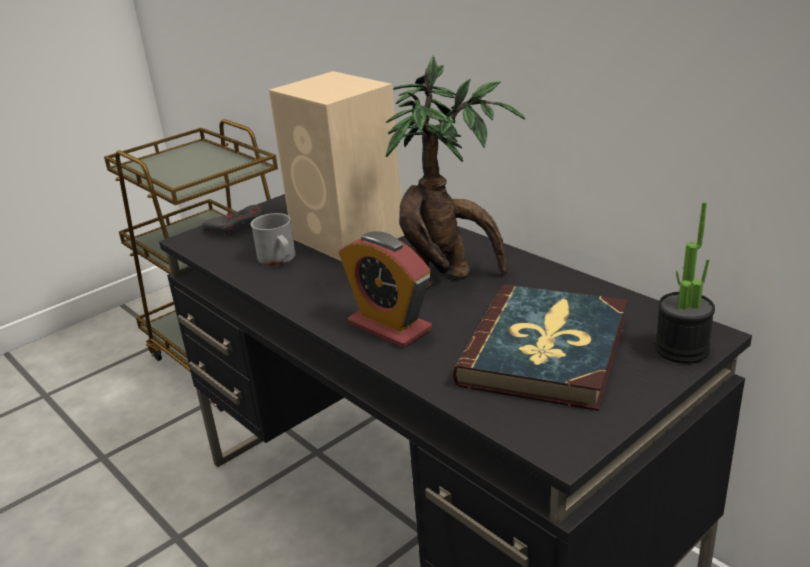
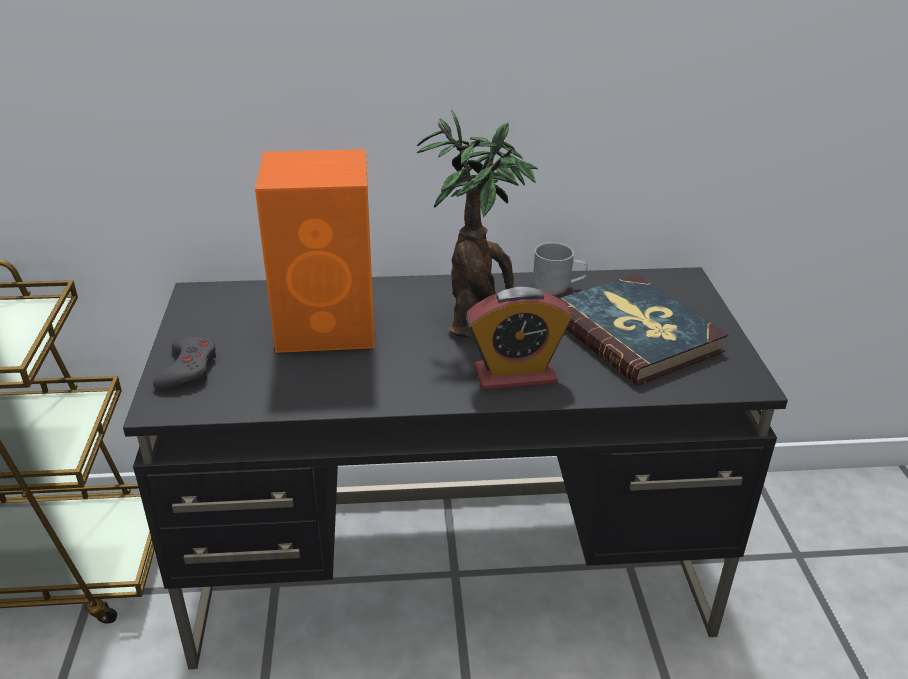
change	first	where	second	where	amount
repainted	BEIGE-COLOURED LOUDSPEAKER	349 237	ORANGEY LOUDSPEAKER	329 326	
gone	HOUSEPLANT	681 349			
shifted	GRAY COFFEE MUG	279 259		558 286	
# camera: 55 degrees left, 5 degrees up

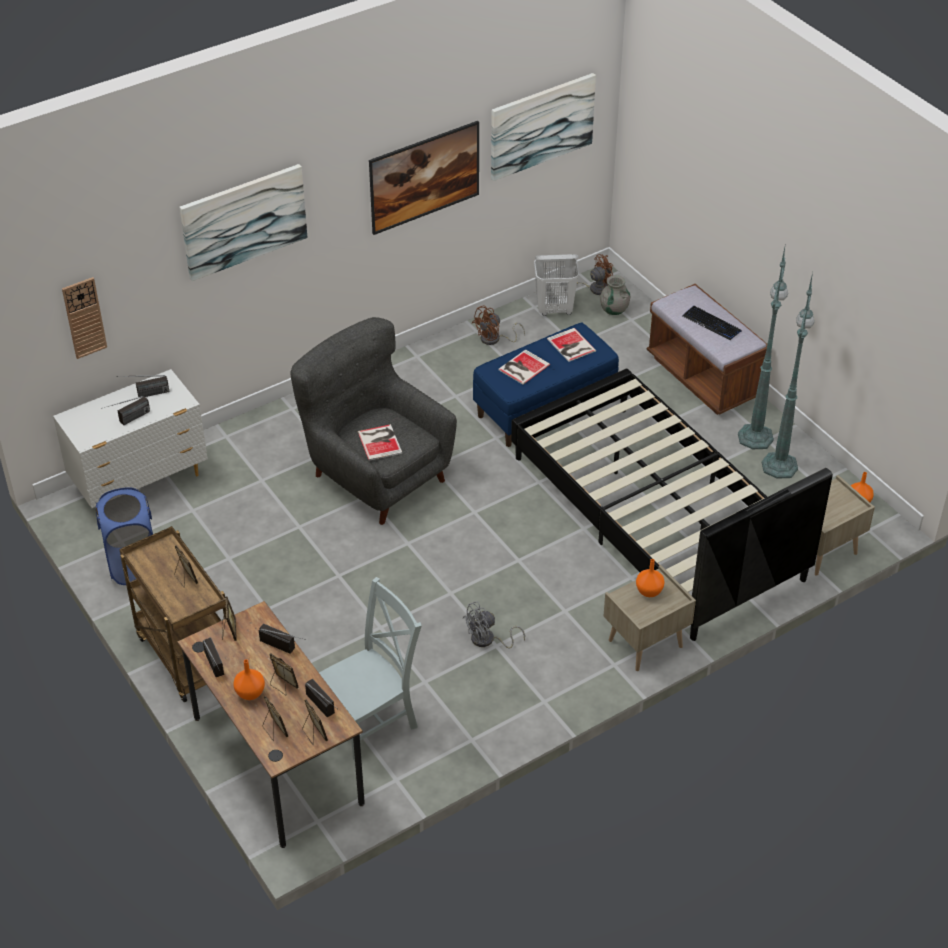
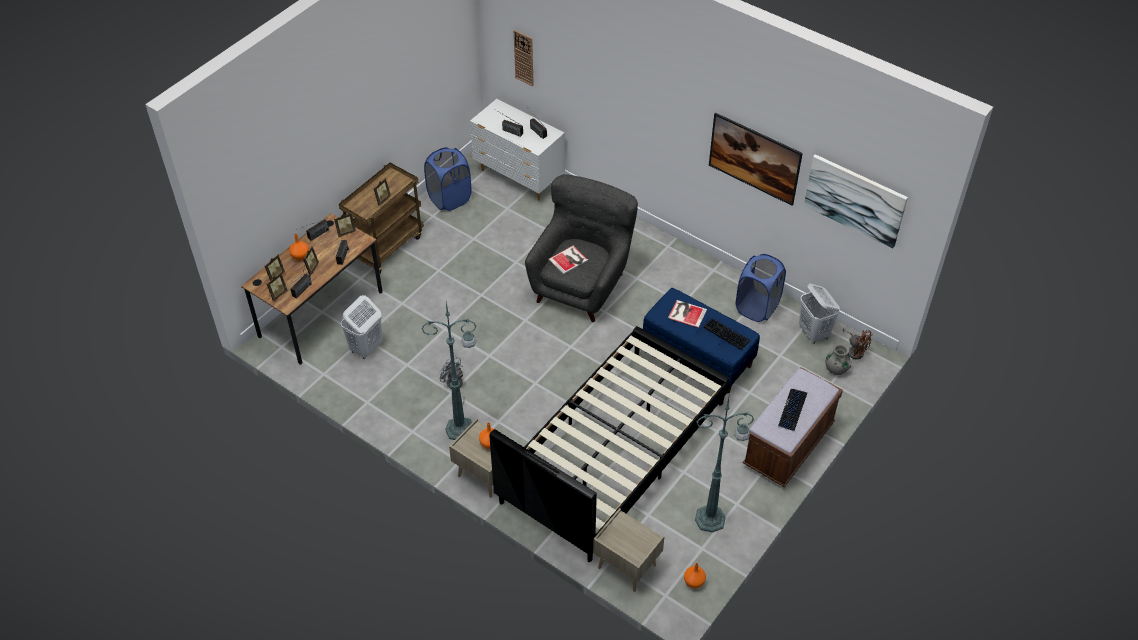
change	first	where	second	where	amount
gone	WALL PICTURE	244 221			
shifted	GREEN STANDING LAMP	756 436		461 429	
swapped	BROWN-COLOURED ELECTRIC FAN	494 339	BLUE WASHING BASKET	757 307	
swapped	BOUND BOOK	571 346	KEYBOARD	726 334	
swapped	GRAY PLAIN CHAIR	372 720	WHITE WASHING BASKET	366 348	
# camera: 70 degrees right, 5 degrees up

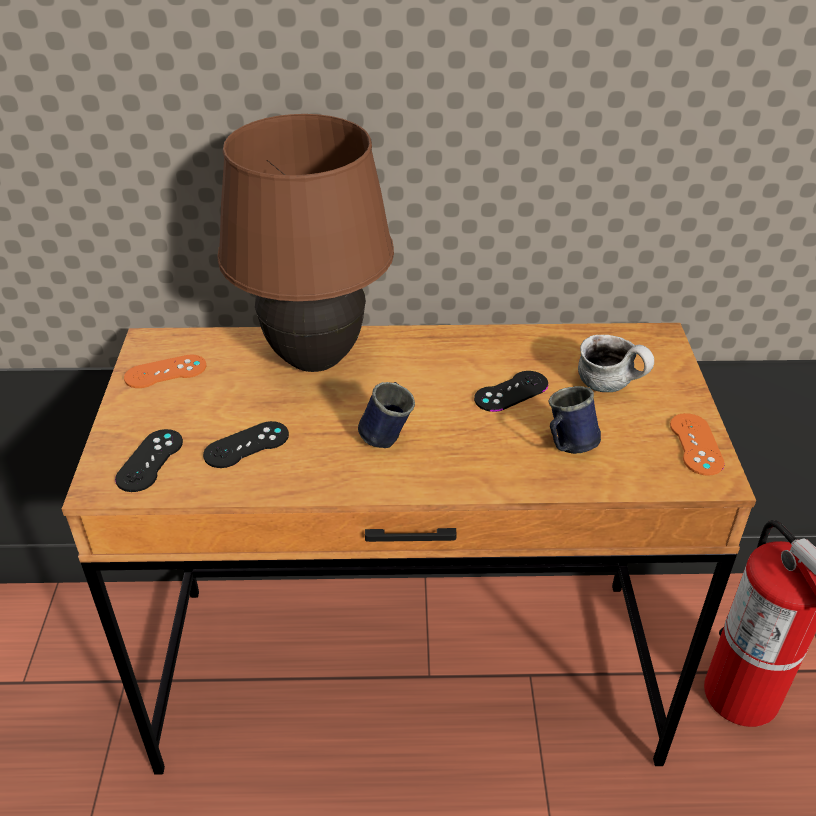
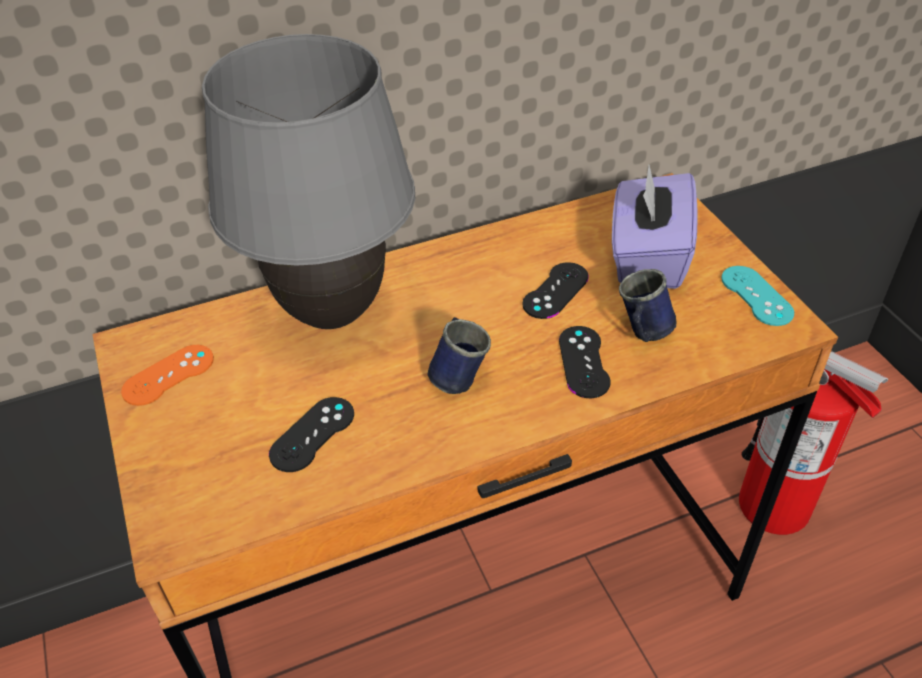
change	first	where	second	where	amount
repainted	BROWN-COLOURED LAMP FOR A TABLE	314 360	GRAY LAMP FOR A TABLE	331 314	
swapped	COFFEE MUG	612 386	PURPLE TISSUE HOLDER	647 257	
repainted	ORANGEY GAME CONTROLLER	696 444	TURQUOISE-COLOURED GAME CONTROLLER	756 296	
shifted	BLACK-COLOURED GAME CONTROLLER	150 460		584 362	
# camera: 20 degrees left, 5 degrees up

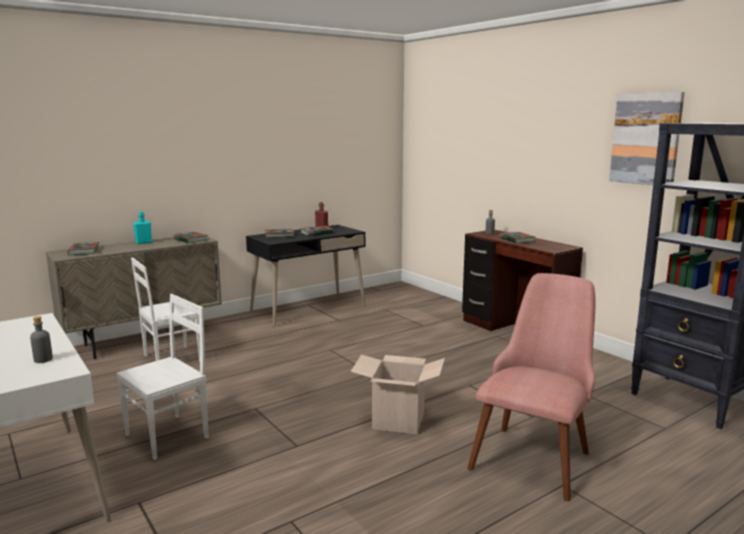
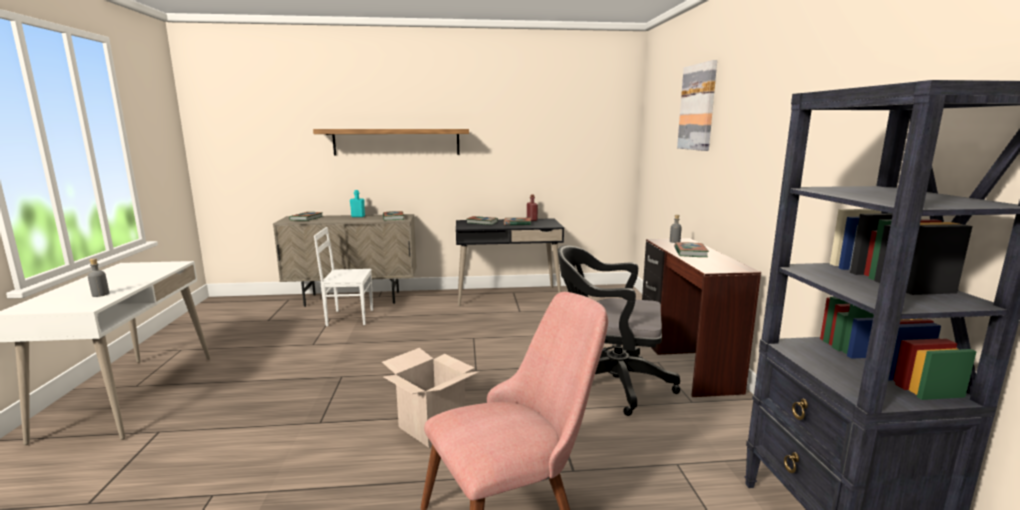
change	first	where	second	where	amount
shifted	WALL PICTURE	646 139		698 107	
gone	WHITE PLAIN CHAIR	169 436			
new			BRACKET SHELF	396 142	
new			BLACK-COLOURED DESK CHAIR	609 383	
# camera: 30 degrees right, 0 degrees up

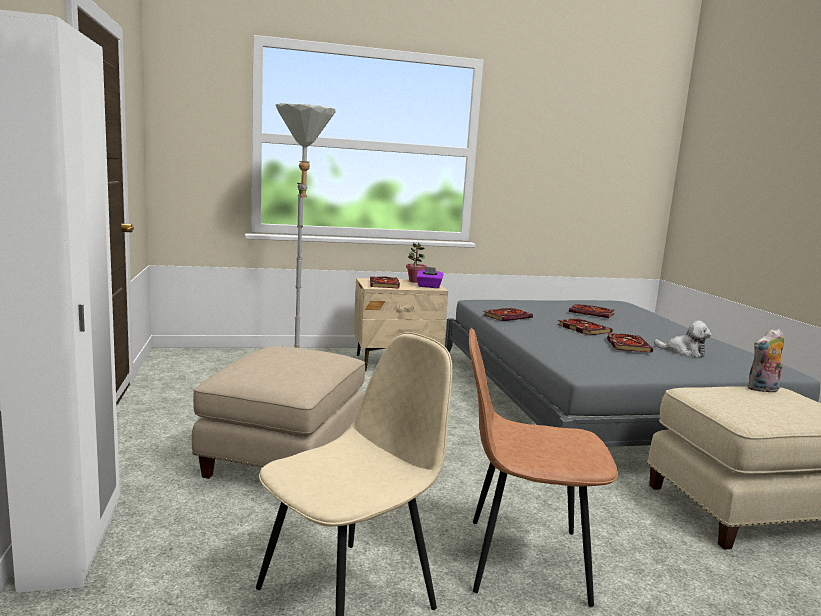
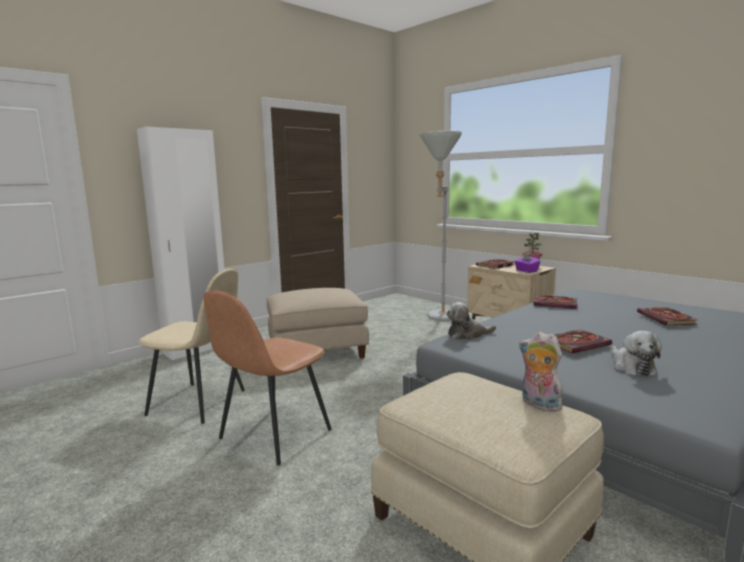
change	first	where	second	where	amount
gone	BOUND BOOK	582 329			
rotated	BROWN-COLOURED PLAIN CHAIR	522 559		273 435	120 degrees counterclockwise
new			PLUSH TOY	467 334	
# camera: 60 degrees right, 0 degrees up

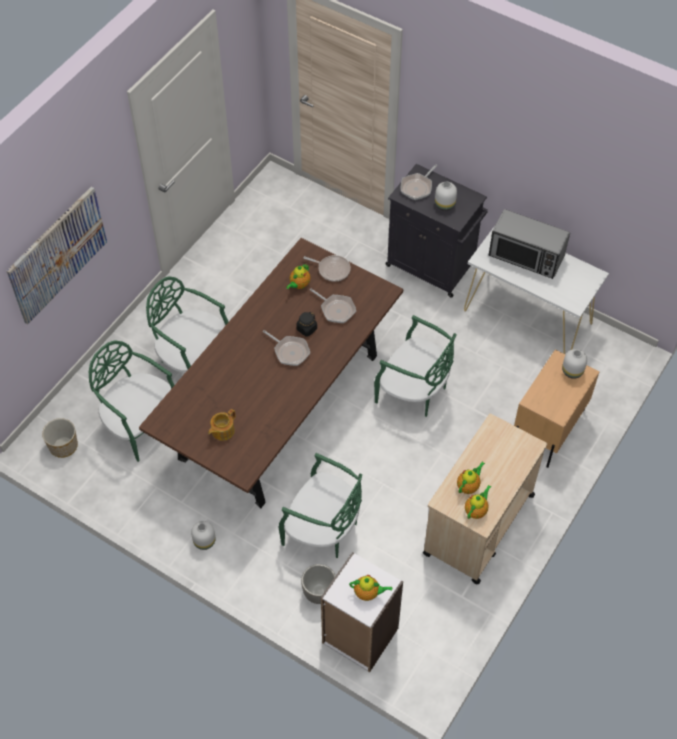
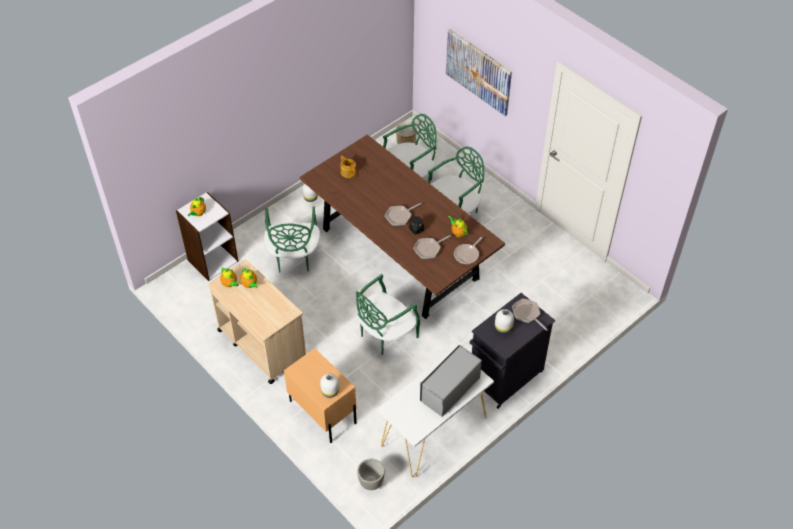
change	first	where	second	where	amount
rotated	GREEN PLAIN CHAIR	323 530		294 257	45 degrees counterclockwise
shifted	FLOWER POT	319 592		371 482	
# camera: 105 degrees right, 5 degrees down

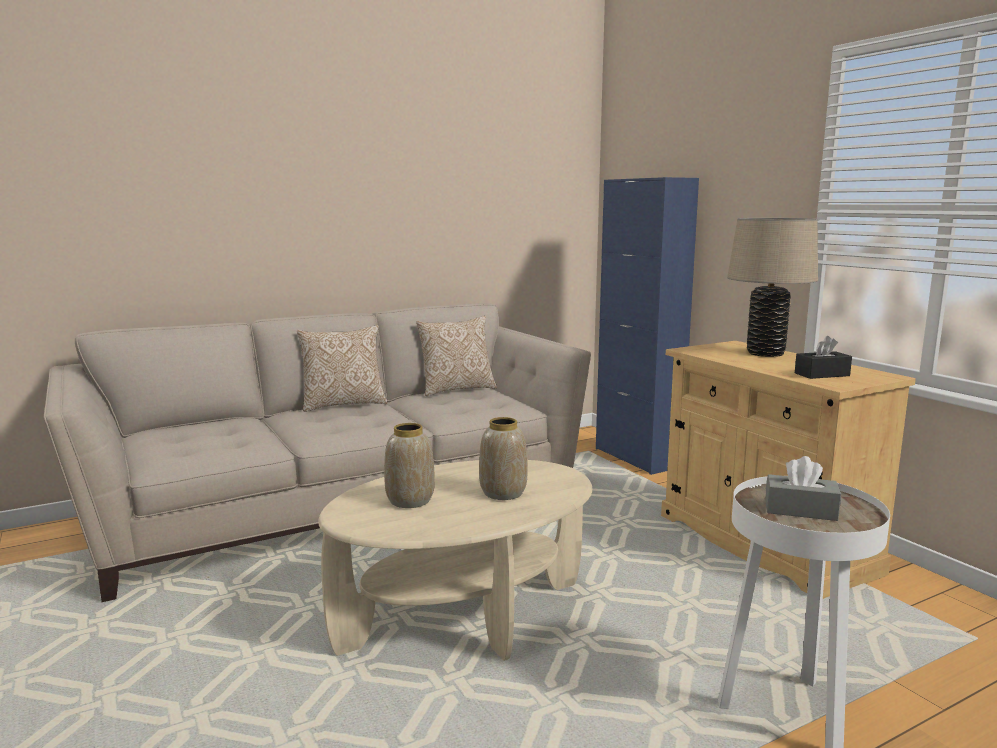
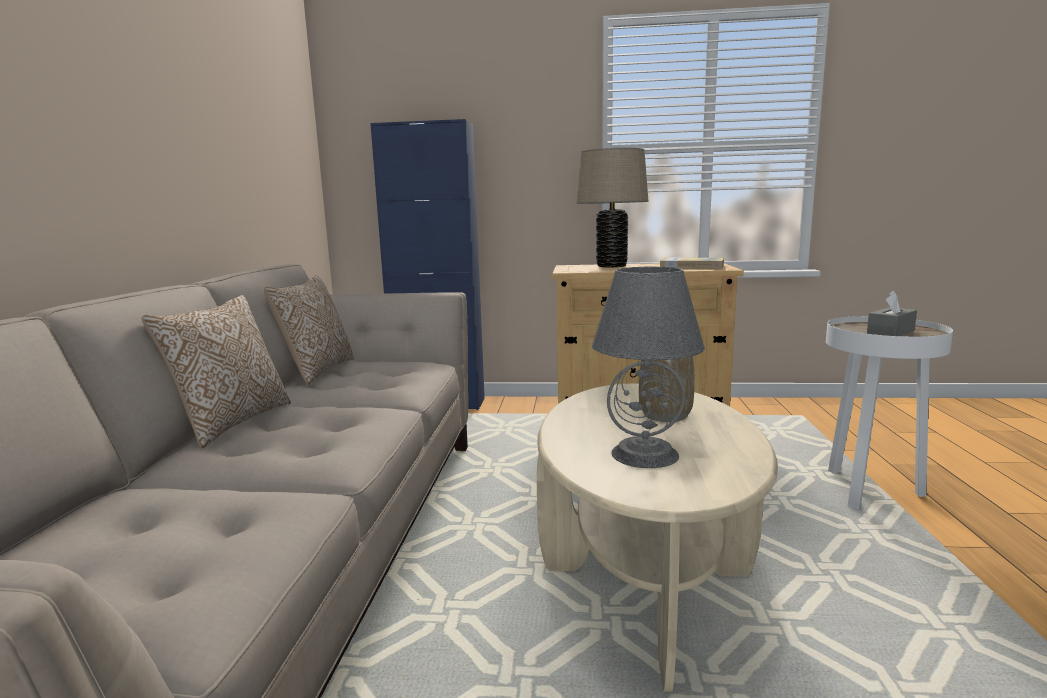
change	first	where	second	where	amount
swapped	BLACK-COLOURED TISSUE HOLDER	822 374	BOUND BOOK	692 267	
swapped	FLOWER VASE	409 500	GRAY LAMP FOR A TABLE	644 454	
# camera: 55 degrees left, 0 degrees up

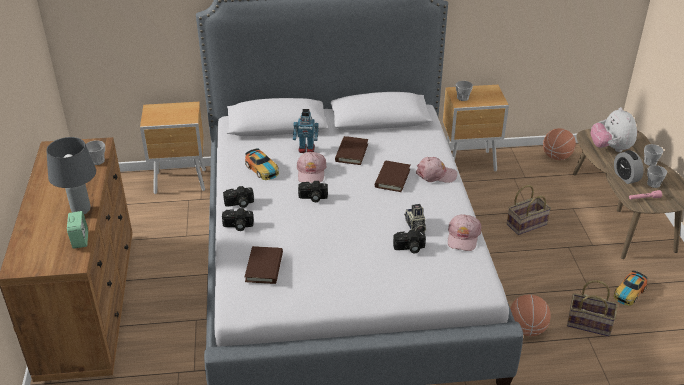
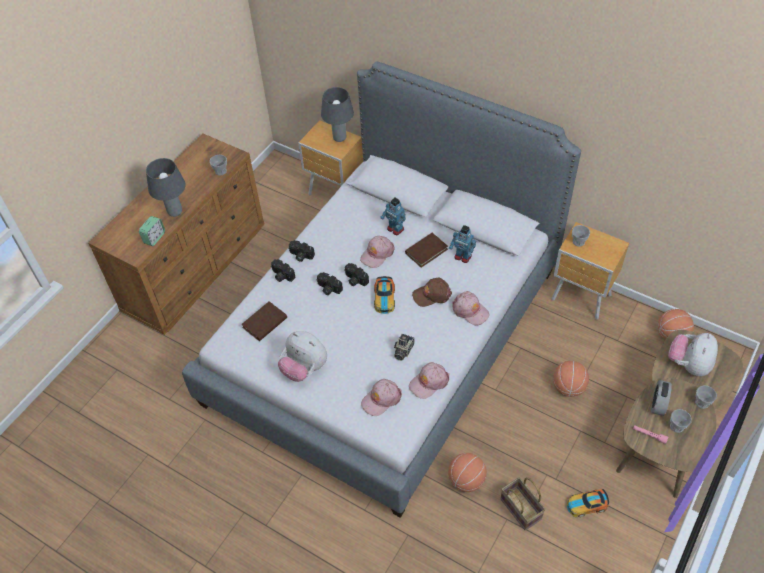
change	first	where	second	where	amount
shifted	MODEL CAR	262 169		384 298	
swapped	BROWN-COLOURED BOUND BOOK	392 178	BROWN-COLOURED CAP	432 295	
swapped	STORAGE BASKET	527 223	BALL FOR BASKETBALL	568 387	
shifted	PHOTO CAMERA	409 248		328 288	
new			GRAY LAMP FOR A TABLE	339 138	
new			TOY ROBOT	462 257	
new			PLUSH TOY	304 368	
new			PINK-COLOURED CAP	381 399	
# camera: 40 degrees right, 15 degrees up

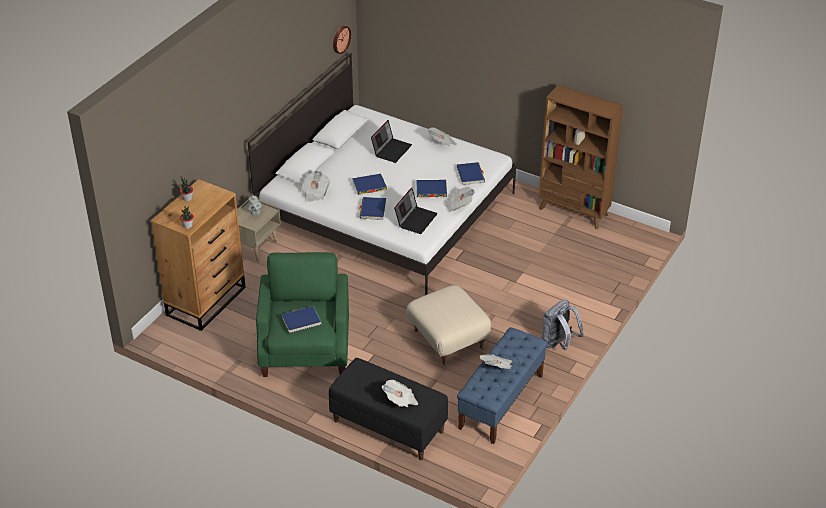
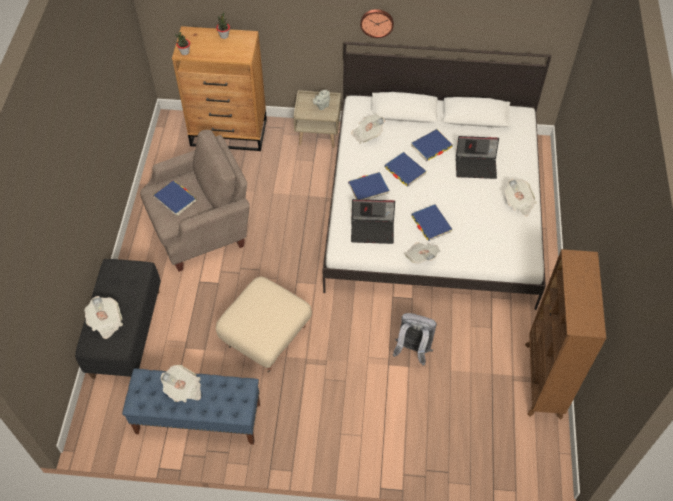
change	first	where	second	where	amount
shifted	HANGING CLOCK	340 39		377 22	
shifted	BLUE BOUND BOOK	470 175		431 146	
repainted	GREEN ARMCHAIR	305 349	BEIGE-COLOURED ARMCHAIR	200 228	
shifted	GRAY RUCKSACK	558 344		413 350	
# camera: 65 degrees right, 15 degrees up

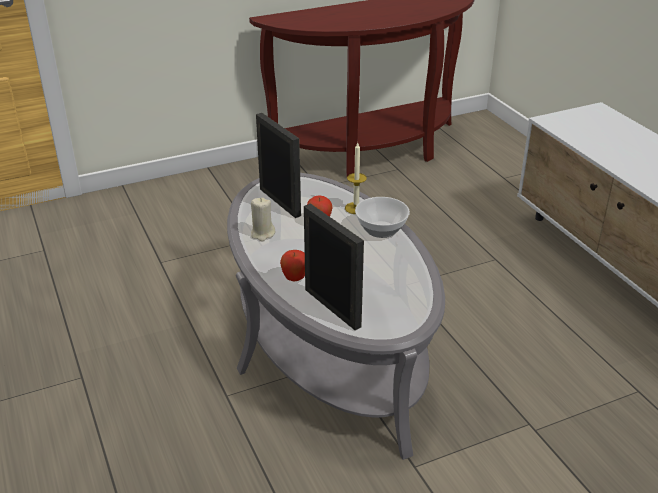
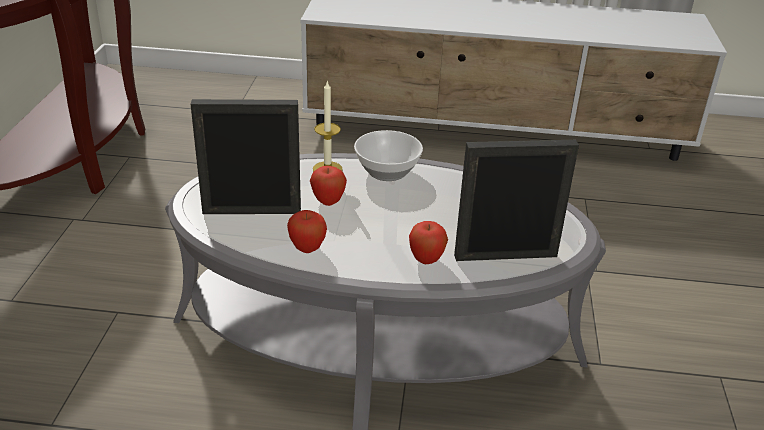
change	first	where	second	where	amount
swapped	BEIGE-COLOURED WAX CANDLE	262 234	APPLE FRUIT	307 249	
# camera: 60 degrees left, 0 degrees up

